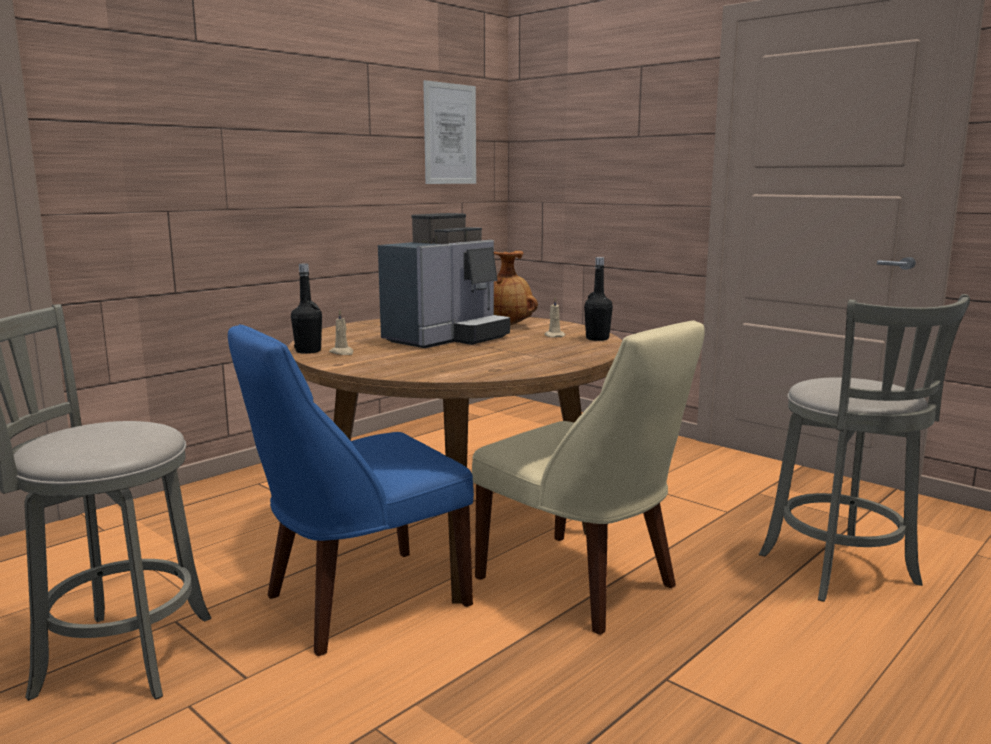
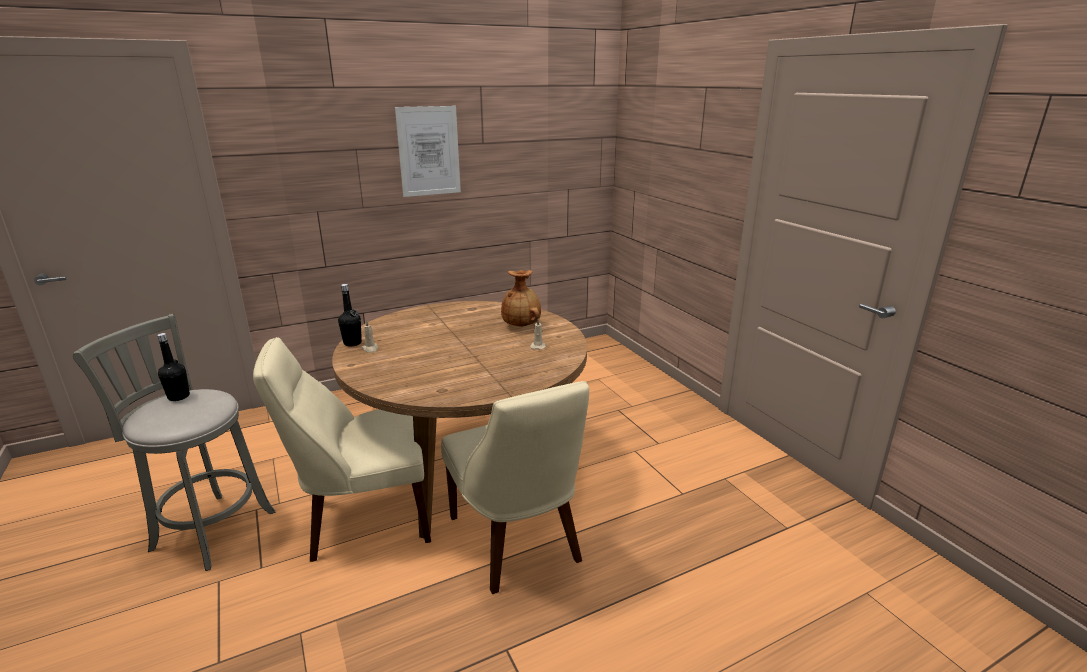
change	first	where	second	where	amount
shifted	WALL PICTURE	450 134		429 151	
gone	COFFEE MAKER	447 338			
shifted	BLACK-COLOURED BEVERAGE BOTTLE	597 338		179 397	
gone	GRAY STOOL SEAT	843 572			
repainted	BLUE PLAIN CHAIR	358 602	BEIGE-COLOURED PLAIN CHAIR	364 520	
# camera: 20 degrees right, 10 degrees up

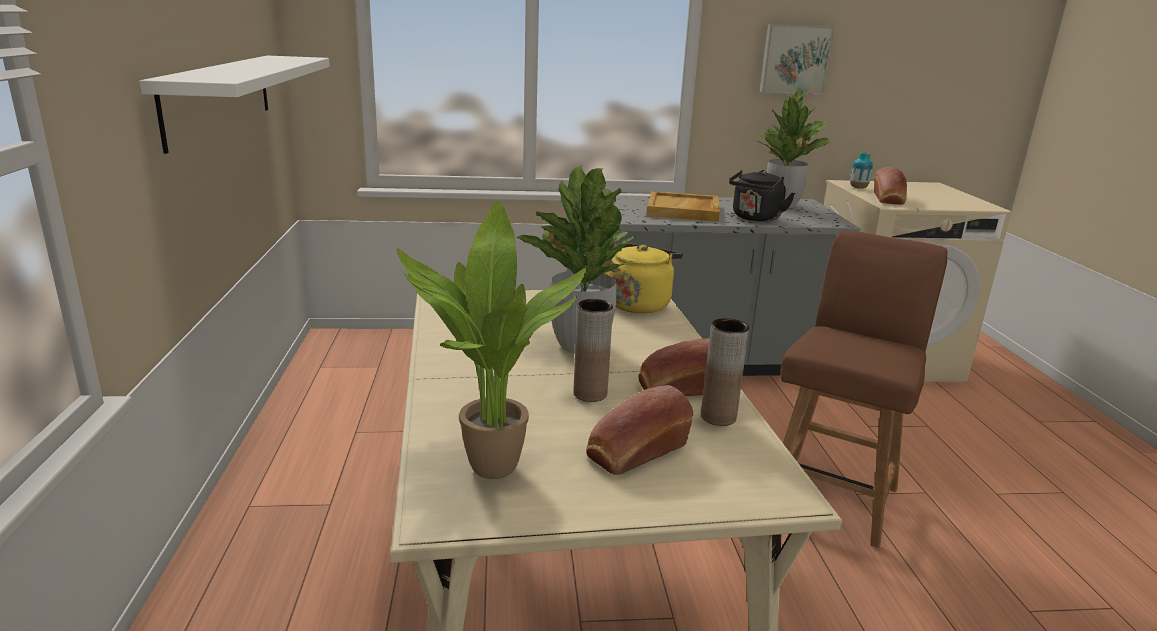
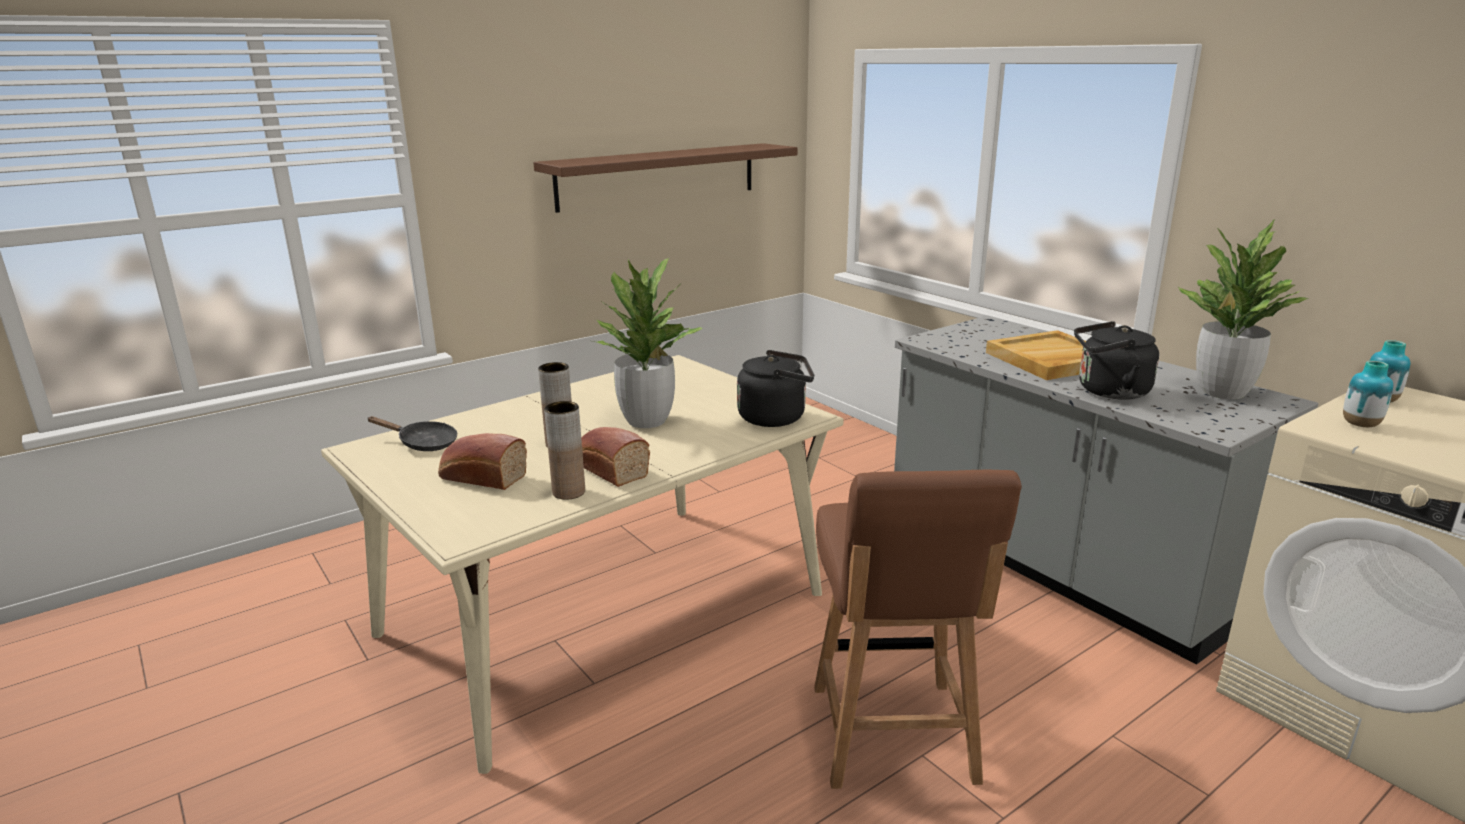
change	first	where	second	where	amount
gone	WALL PICTURE	794 59			
repainted	WHITE BRACKET SHELF	220 97	BROWN-COLOURED BRACKET SHELF	658 176	
swapped	BREAD	888 199	FLOWER VASE	1360 425	
swapped	HOUSEPLANT	485 467	BLACK-COLOURED SKILLET	423 443	
rotated	BROWN-COLOURED PLAIN CHAIR	832 496		893 736	90 degrees clockwise
repainted	YELLOW-COLOURED KETTLE	639 304	BLACK-COLOURED KETTLE	776 417	
# camera: 60 degrees right, 0 degrees up

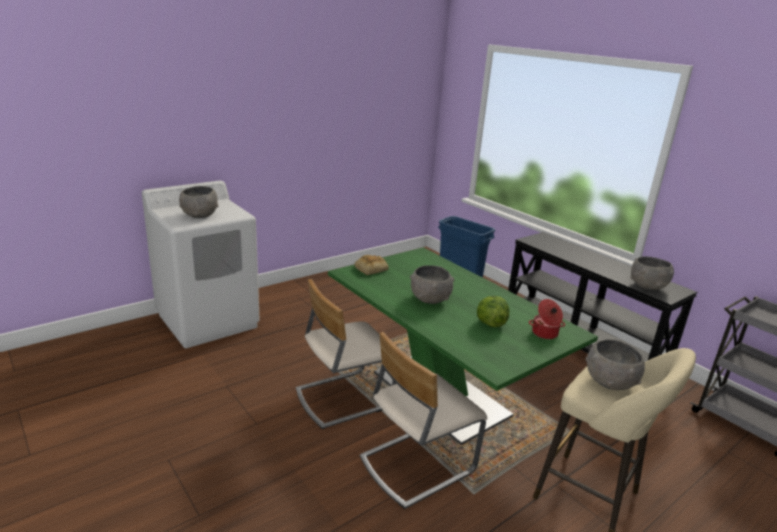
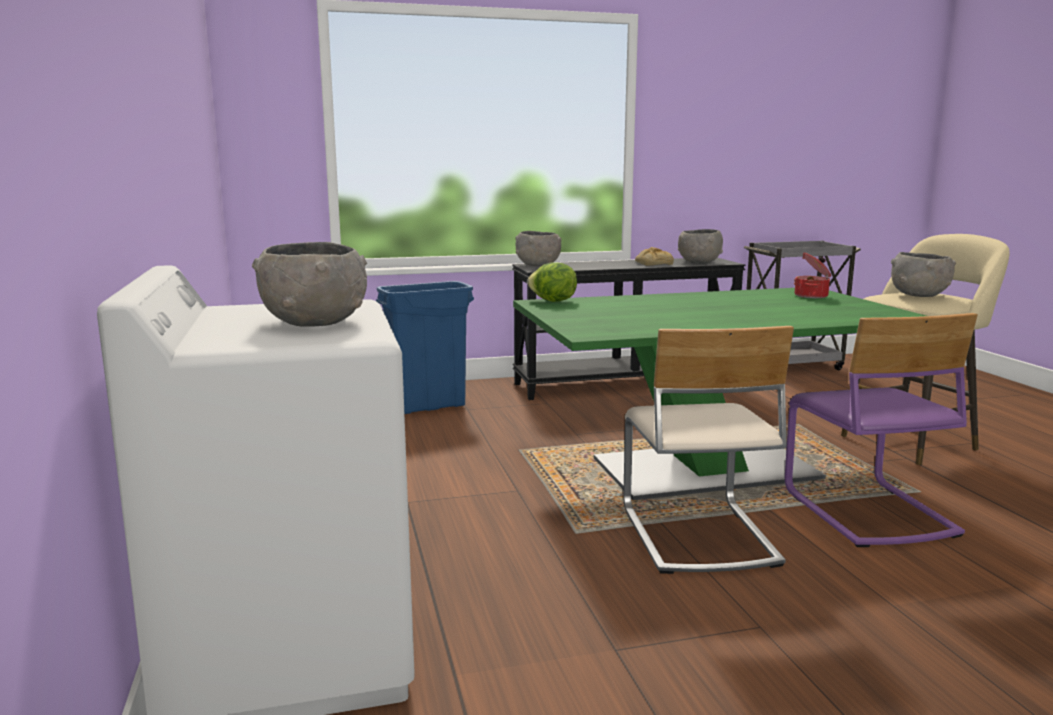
change	first	where	second	where	amount
shifted	BREAD	371 268		653 263	
shifted	GRAY BOWL	430 299		538 265	
shifted	HEAD OF LETTUCE	490 323		552 301	
repainted	BEIGE-COLOURED PLAIN CHAIR	416 464	PURPLE PLAIN CHAIR	866 512	
# camera: 65 degrees left, 10 degrees down

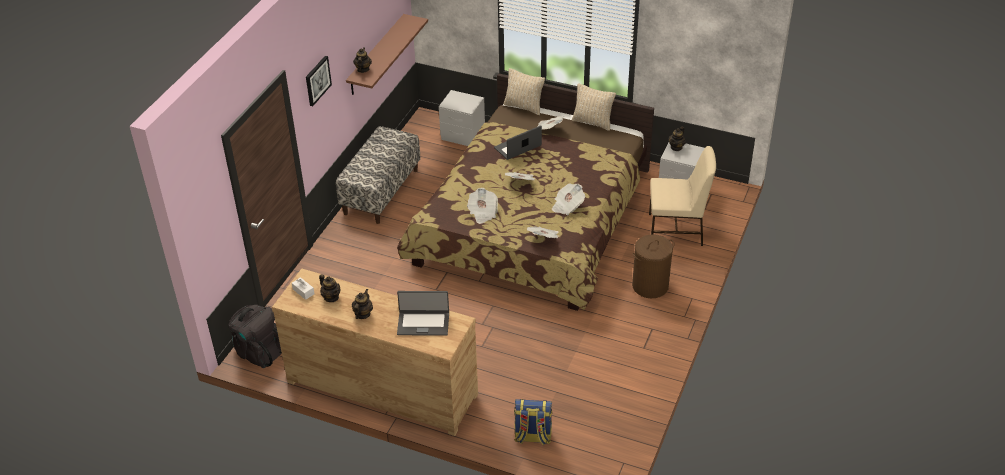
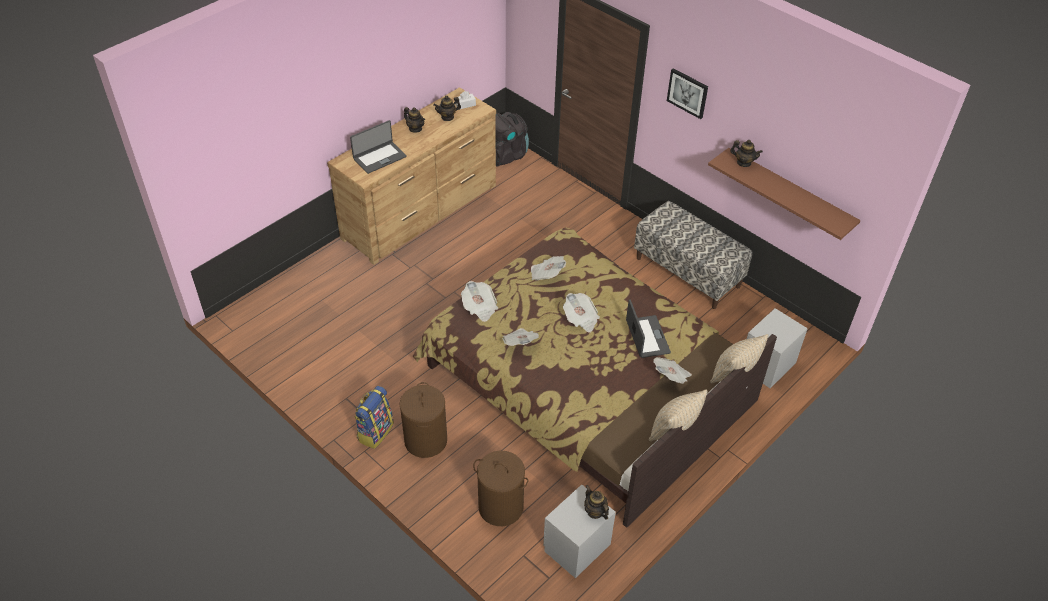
change	first	where	second	where	amount
swapped	BEIGE-COLOURED PLAIN CHAIR	677 230	BROWN-COLOURED WASHING BASKET	500 507	
rotated	LAPTOP	423 323		379 157	150 degrees counterclockwise
shifted	RUCKSACK	532 437		375 431	
# camera: 110 degrees right, 5 degrees up

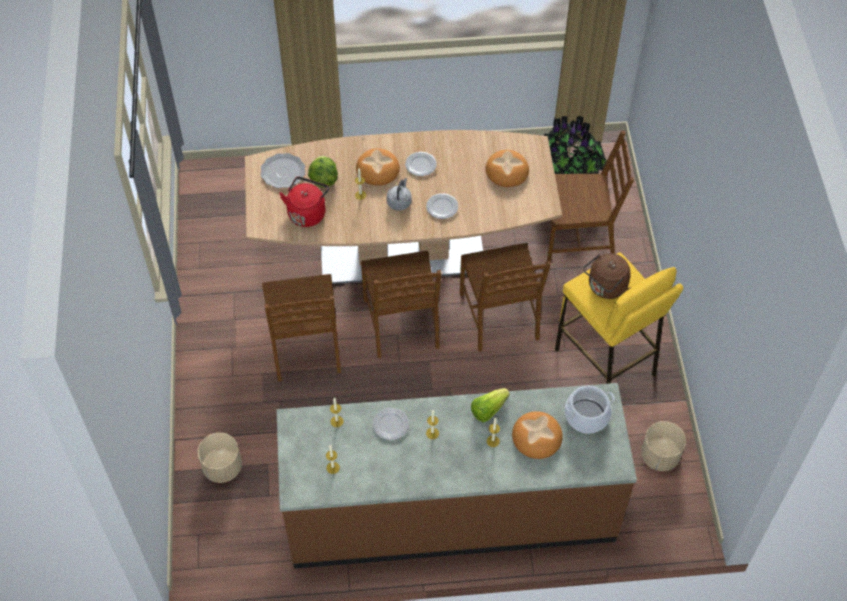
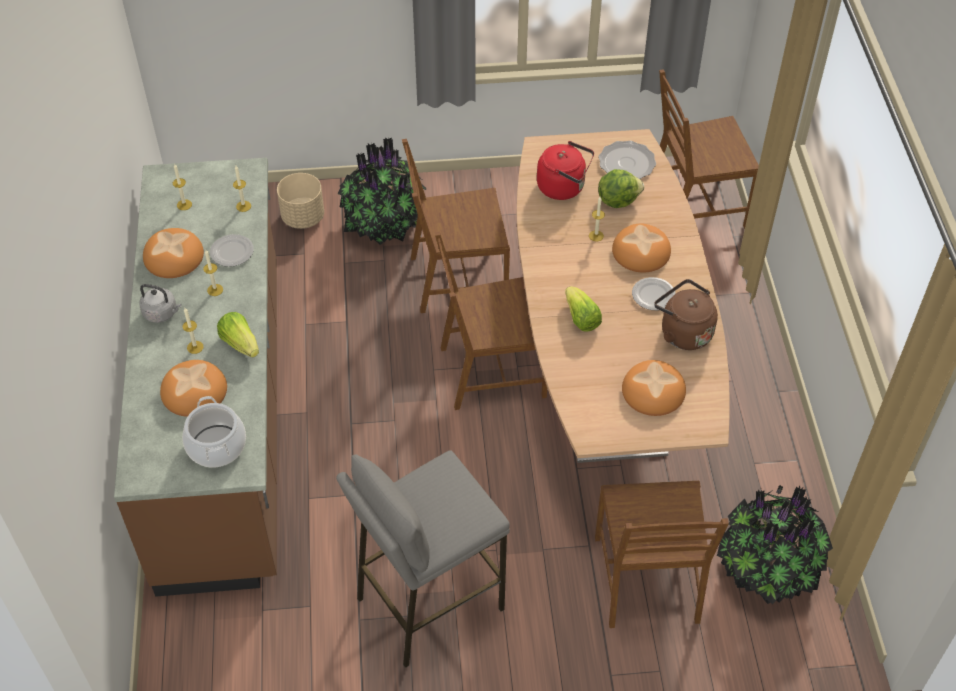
change	first	where	second	where	amount
shifted	GRAY KETTLE	399 202		162 313	
swapped	PLATE	442 207	HEAD OF LETTUCE	581 318	
shifted	BROWN-COLOURED PLAIN CHAIR	500 317		694 207	
repainted	YELLOW-COLOURED STOOL SEAT	605 362	GRAY STOOL SEAT	428 602	
shifted	BROWN-COLOURED KETTLE	606 288		683 332	
gone	BEIGE-COLOURED FLOWER POT	660 456			
new			HOUSEPLANT	385 223	
new			BREAD	174 257	
# camera: 90 degrees right, 5 degrees down

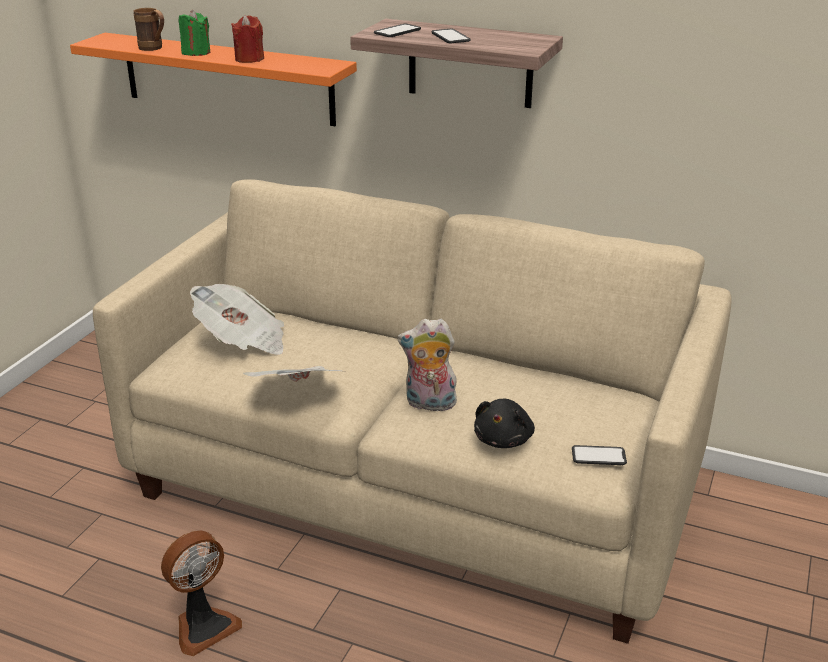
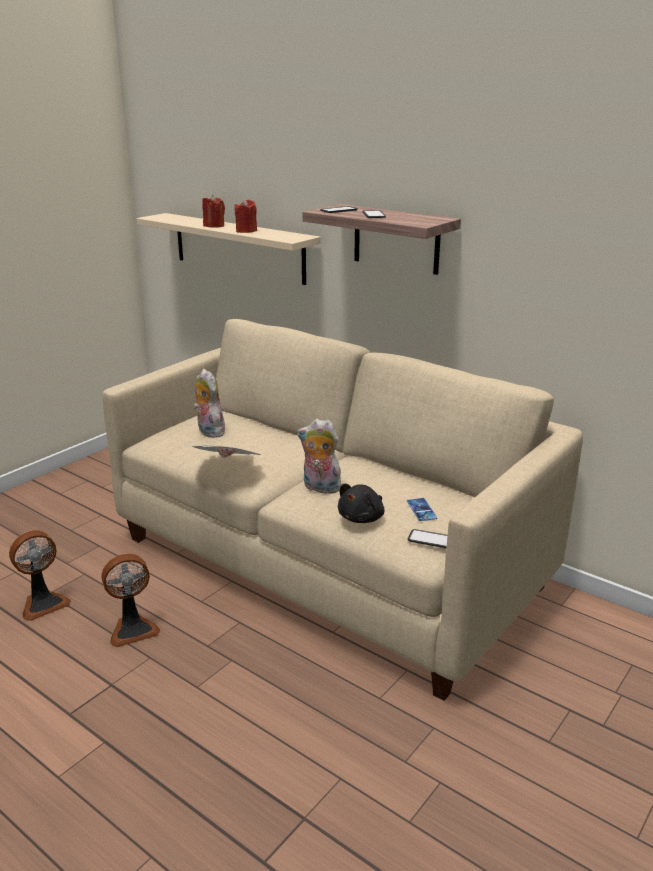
change	first	where	second	where	amount
gone	BROWN-COLOURED COFFEE MUG	154 48			
repainted	GREEN WAX CANDLE	196 52	RED-COLOURED WAX CANDLE	214 226	
repainted	ORANGEY BRACKET SHELF	227 79	BEIGE-COLOURED BRACKET SHELF	238 247	
swapped	PRINTED PAPER	243 341	PLUSH TOY	208 431	
new			HANDSET	421 510	
new			ELECTRIC FAN	43 603	
# camera: 15 degrees right, 5 degrees down

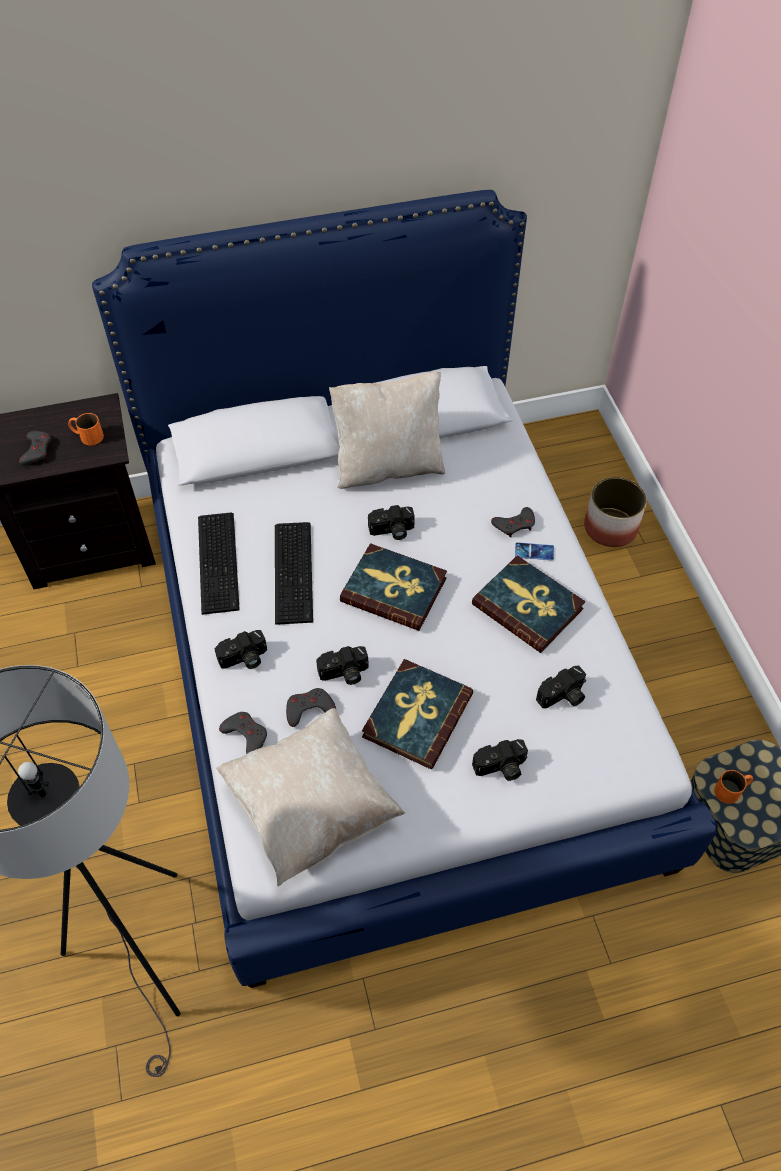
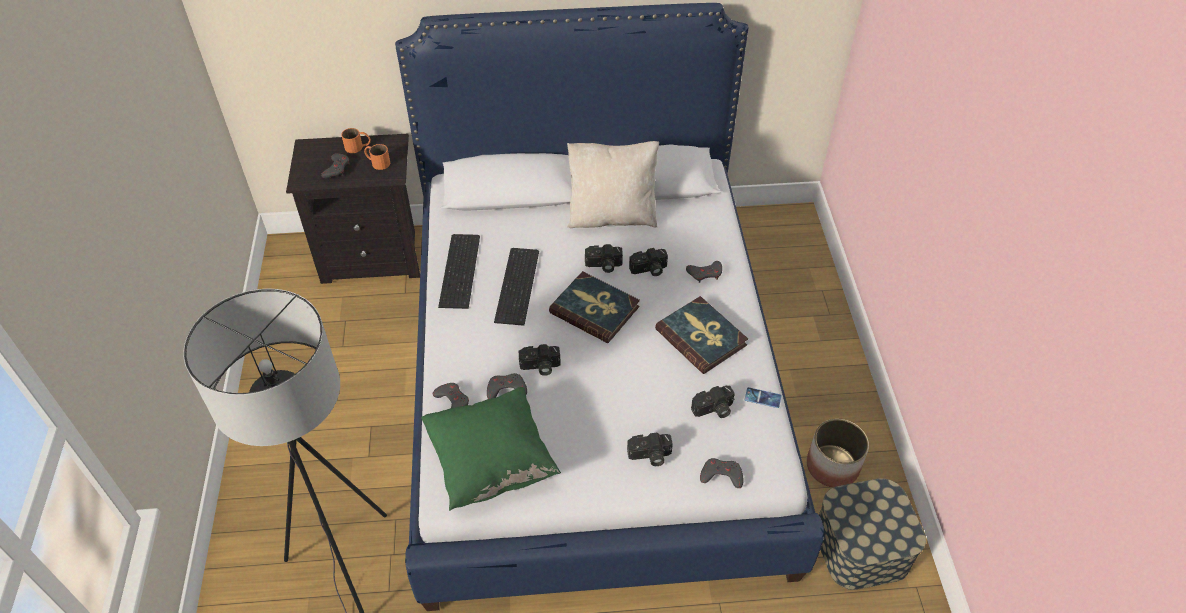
change	first	where	second	where	amount
shifted	FLOWER POT	610 527		832 465	
shifted	HANDSET	534 551		762 398	
shifted	PHOTO CAMERA	244 659		649 270	
gone	BOUND BOOK	417 715			
repainted	BEIGE-COLOURED CUSHION	311 807	GREEN CUSHION	491 462	
shifted	ORANGEY COFFEE MUG	732 790		358 147	
new			GRAY GAME CONTROLLER	721 475	
# camera: 10 degrees right, 5 degrees down

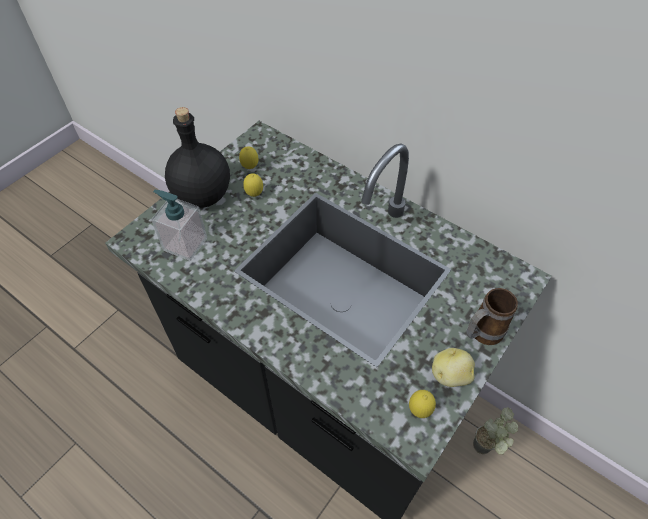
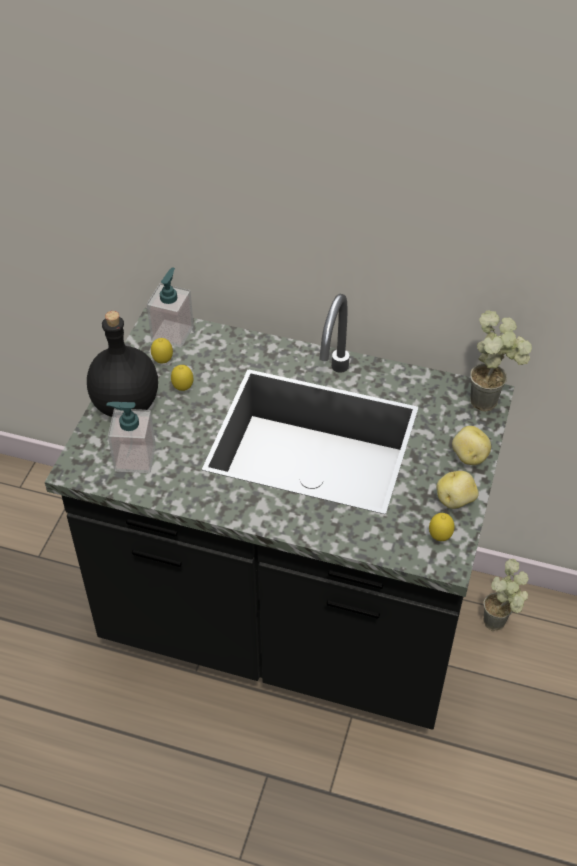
change	first	where	second	where	amount
swapped	COFFEE MUG	480 334	SPUD	469 457	
new			SOAP BOTTLE	172 333	
new			HOUSEPLANT	491 401	
# camera: 20 degrees left, 5 degrees down

